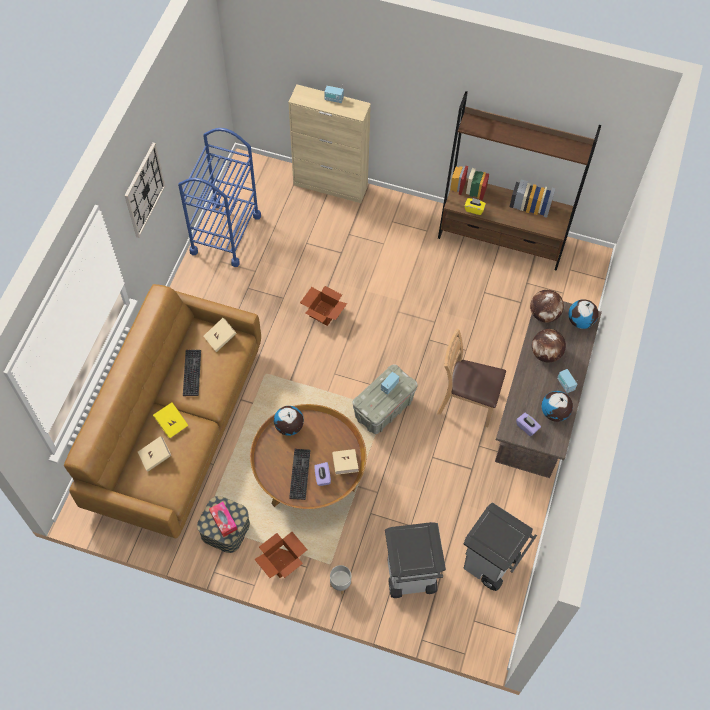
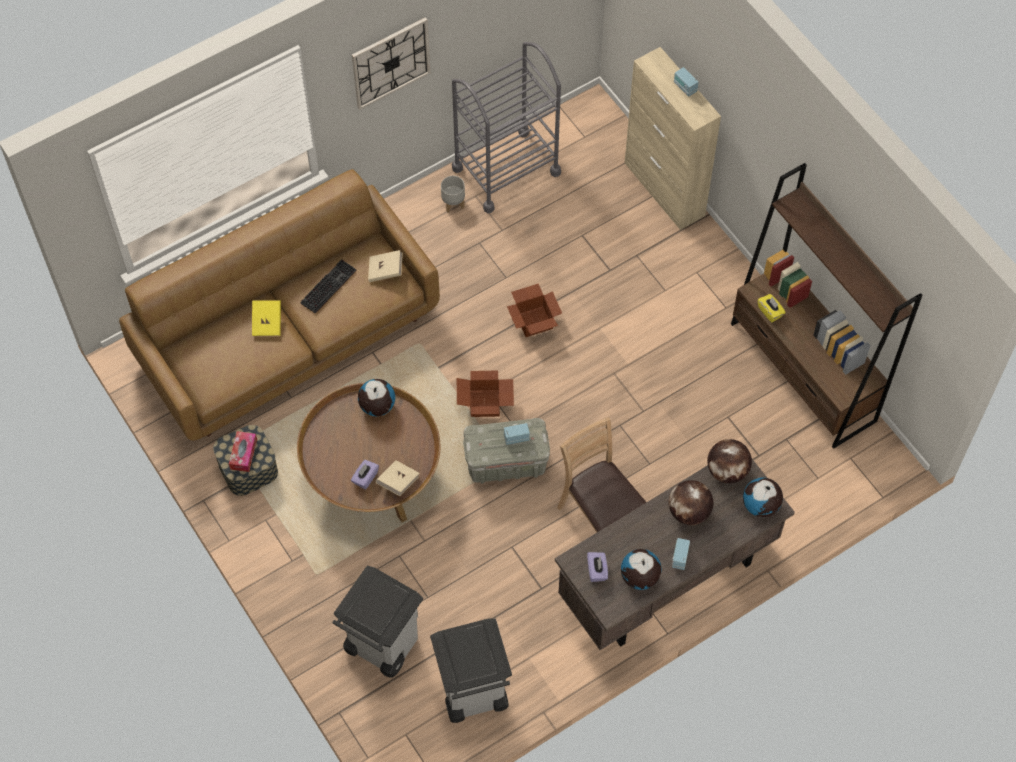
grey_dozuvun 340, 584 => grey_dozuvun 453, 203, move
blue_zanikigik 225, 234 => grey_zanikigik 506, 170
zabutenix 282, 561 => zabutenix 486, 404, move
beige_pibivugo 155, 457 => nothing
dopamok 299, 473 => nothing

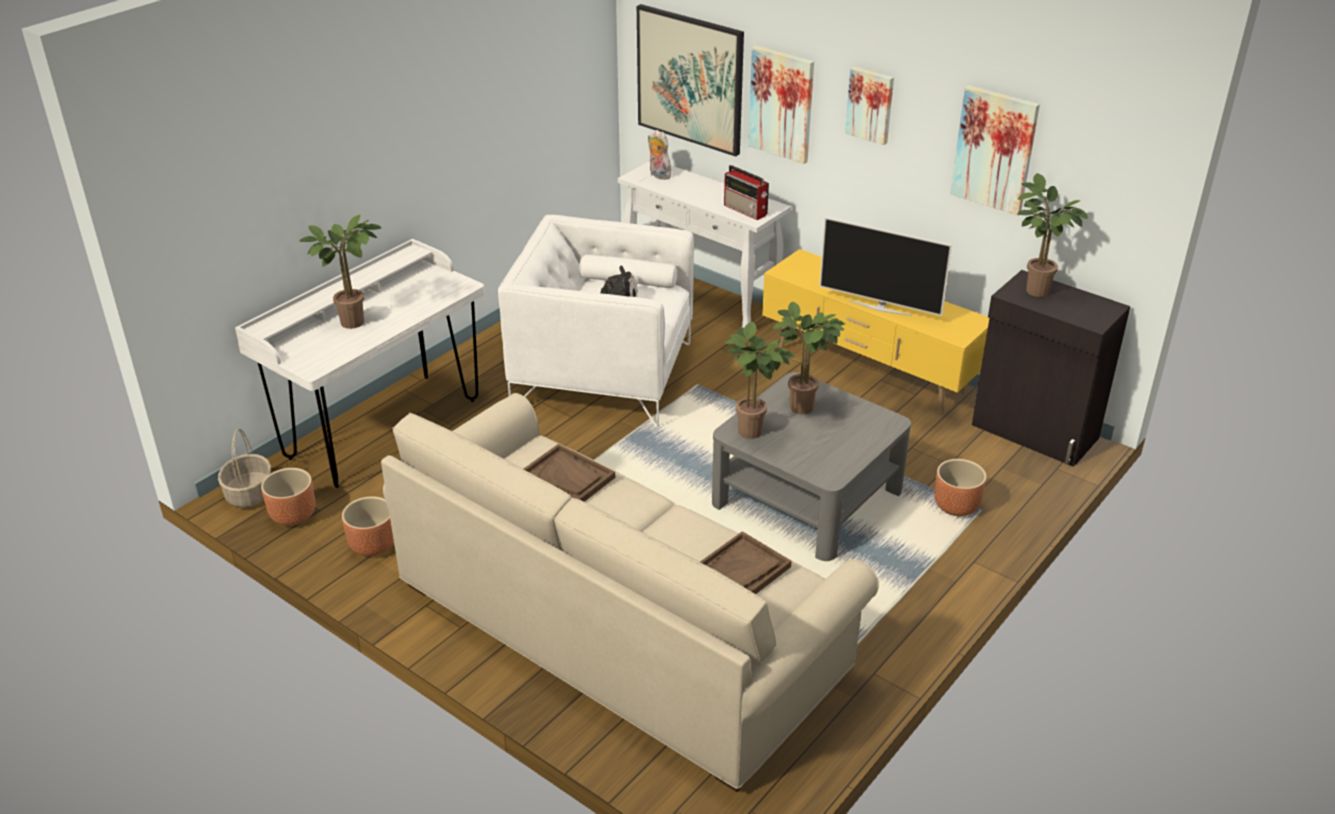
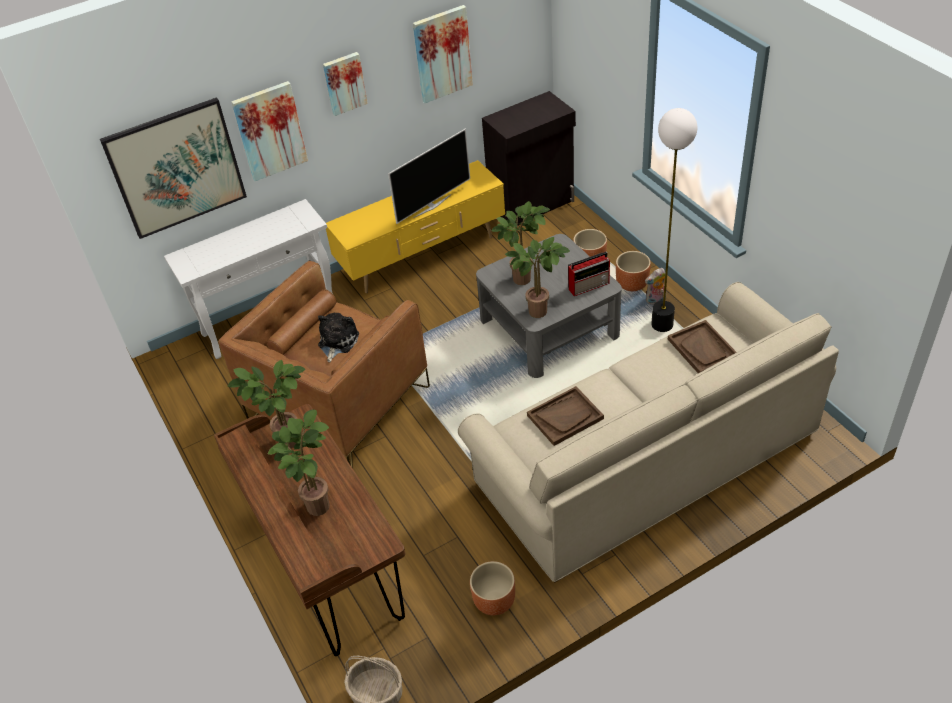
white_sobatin 383, 428 => brown_sobatin 330, 572
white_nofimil 602, 375 => brown_nofimil 339, 404
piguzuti 1033, 290 => piguzuti 286, 443, move
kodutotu 746, 210 => kodutotu 589, 285, move
brown_dozuvun 293, 516 => brown_dozuvun 632, 284, move
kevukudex 658, 175 => kevukudex 655, 301, move
nothing => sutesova 662, 325

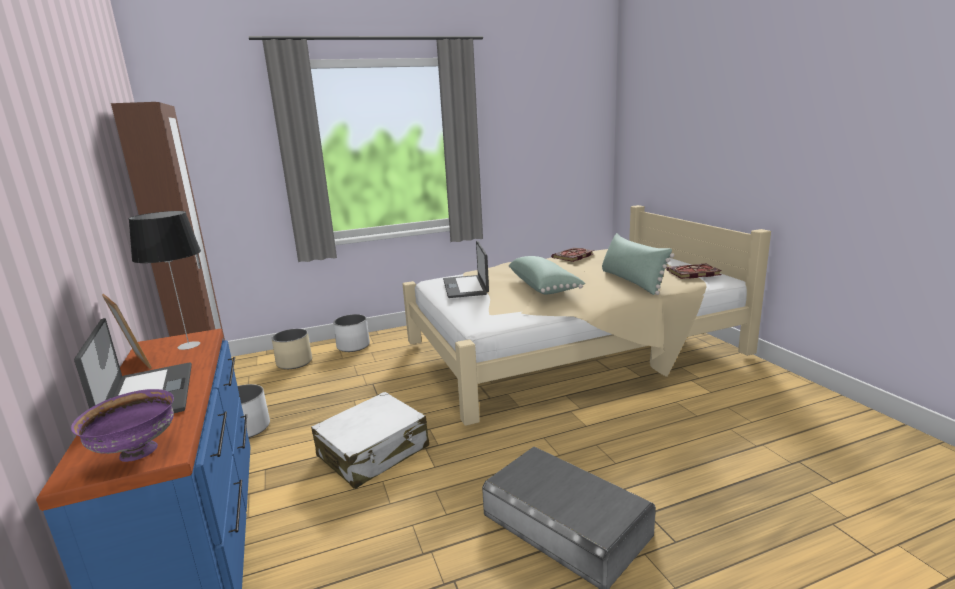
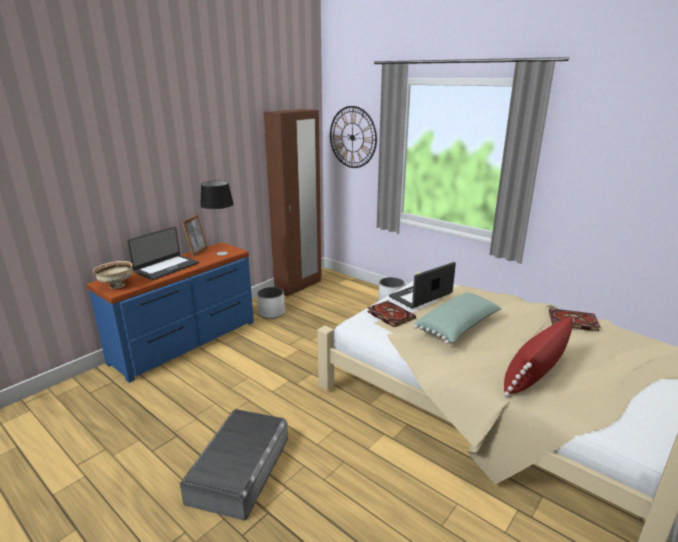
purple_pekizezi 136, 453 => beige_pekizezi 116, 286
nothing => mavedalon 352, 137
pibivugo 692, 273 => pibivugo 389, 315, move
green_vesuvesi 631, 281 => red_vesuvesi 534, 373
beige_dozuvun 294, 362 => nothing
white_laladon 373, 452 => nothing

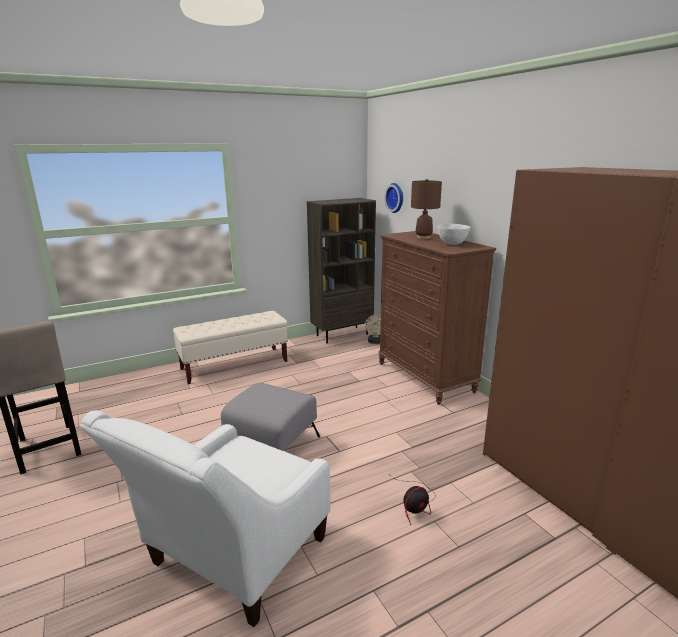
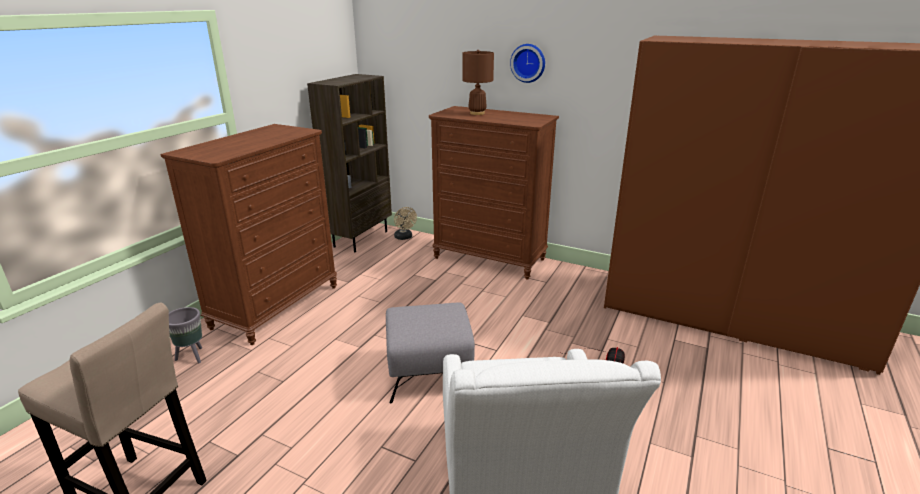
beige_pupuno 235, 365 => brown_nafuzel 276, 306
nothing => grey_dozuvun 192, 357
mavedalon 396, 197 => mavedalon 528, 63, move
white_pekizezi 452, 244 => nothing

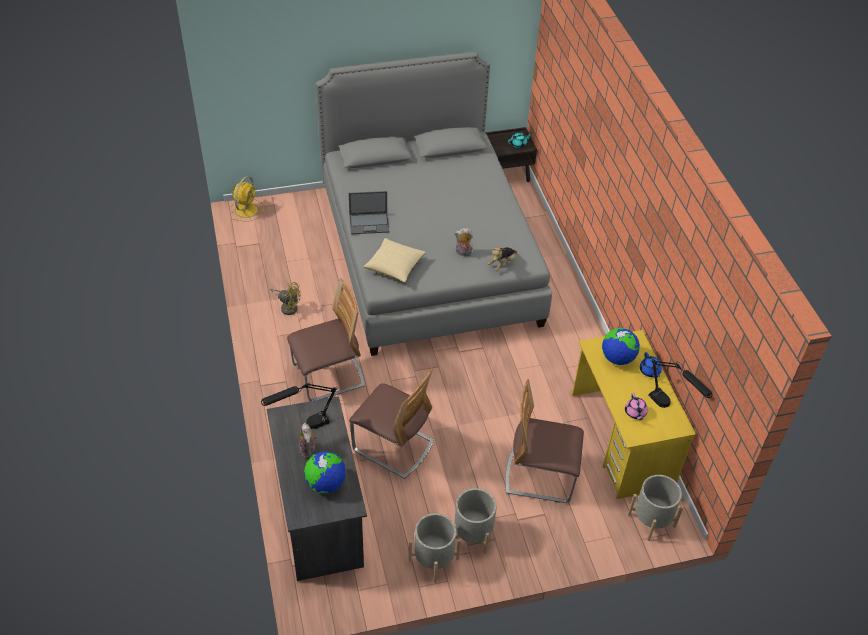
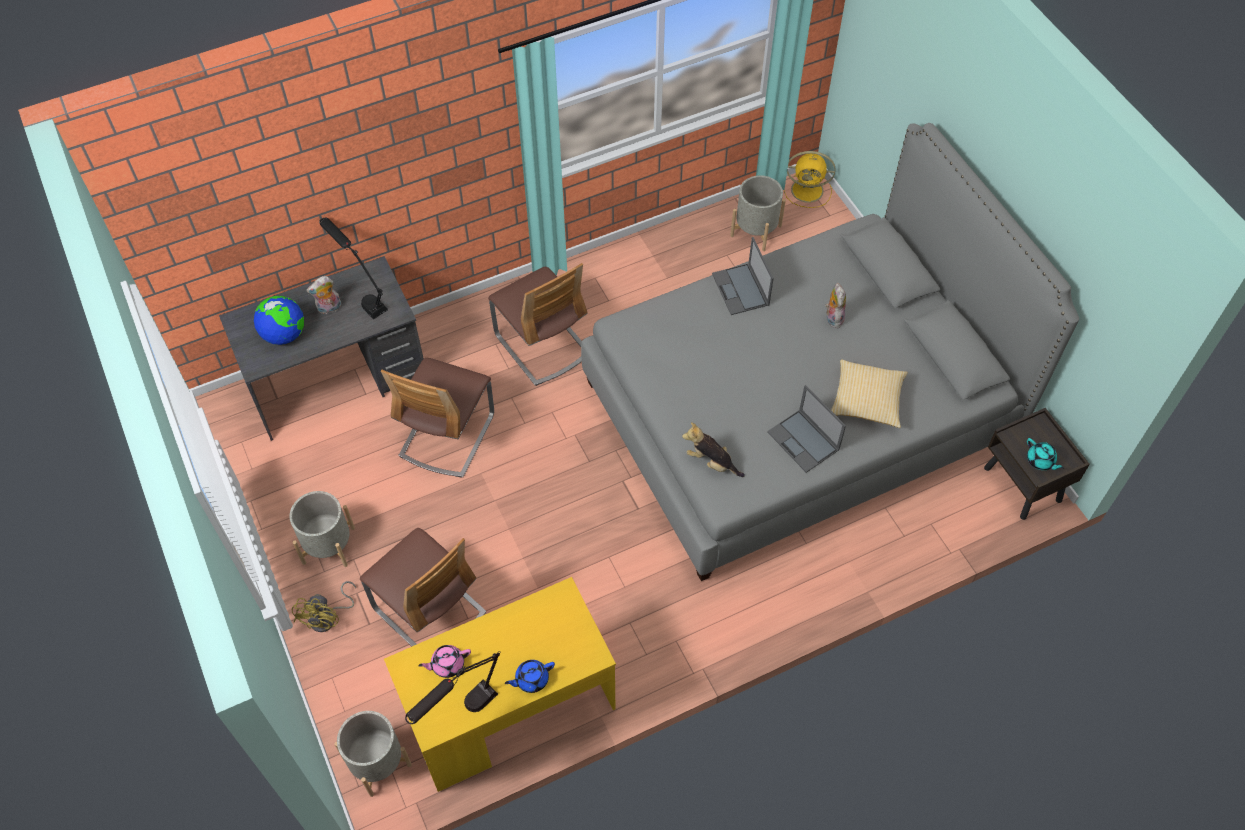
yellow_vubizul 288, 306 => yellow_vubizul 328, 618, move
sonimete 540, 475 => sonimete 429, 611, 135 degrees clockwise
grey_dozuvun 433, 559 => grey_dozuvun 756, 231, move
nothing => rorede 804, 441
kevukudex 463, 253 => kevukudex 832, 318, move
vesuvesi 394, 266 => vesuvesi 866, 401, move
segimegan 617, 358 => nothing

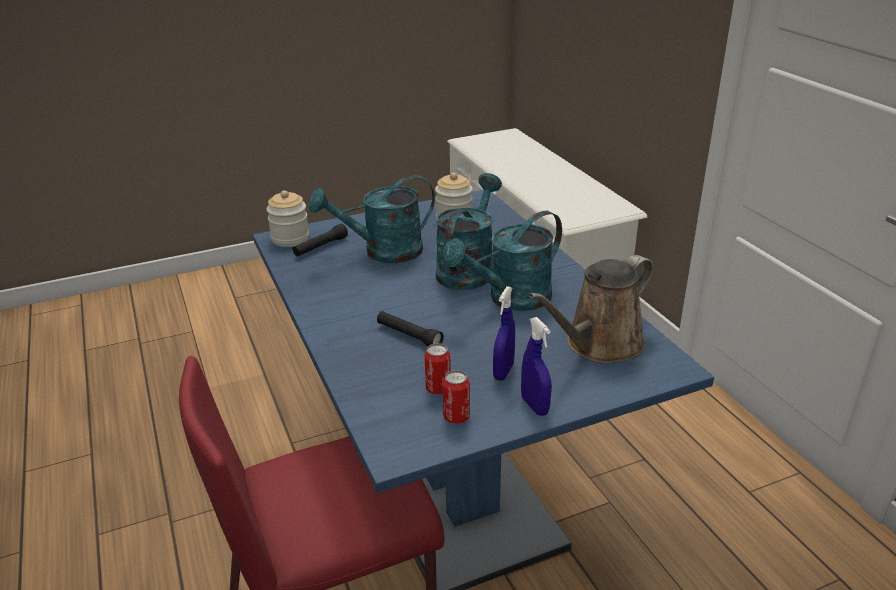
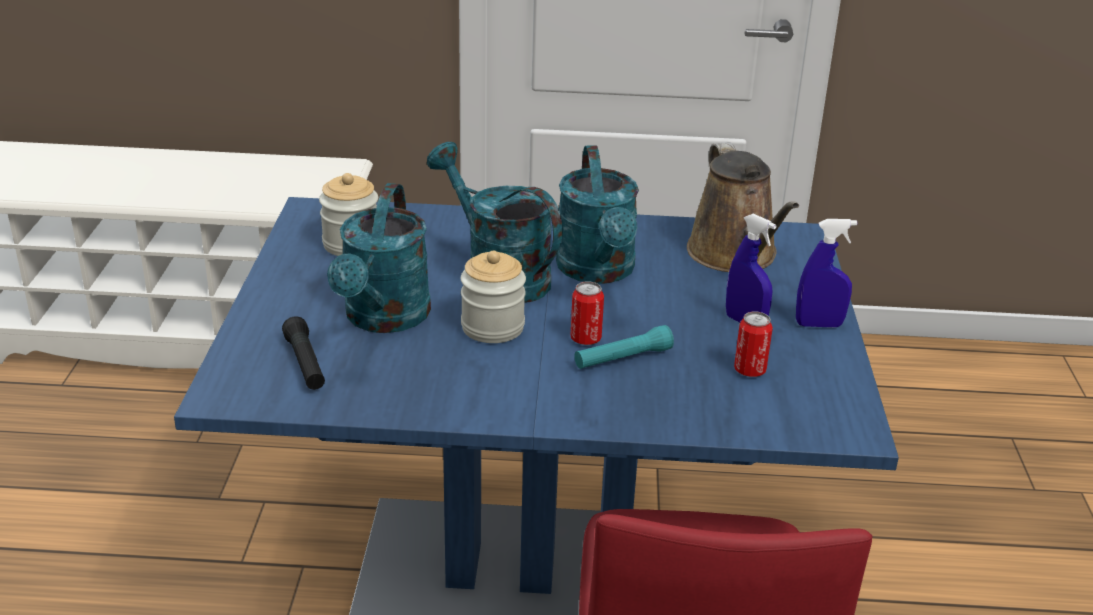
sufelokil 290, 238 => sufelokil 492, 327, move
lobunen 456, 417 => lobunen 585, 339, move
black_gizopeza 409, 336 => turquoise_gizopeza 622, 358

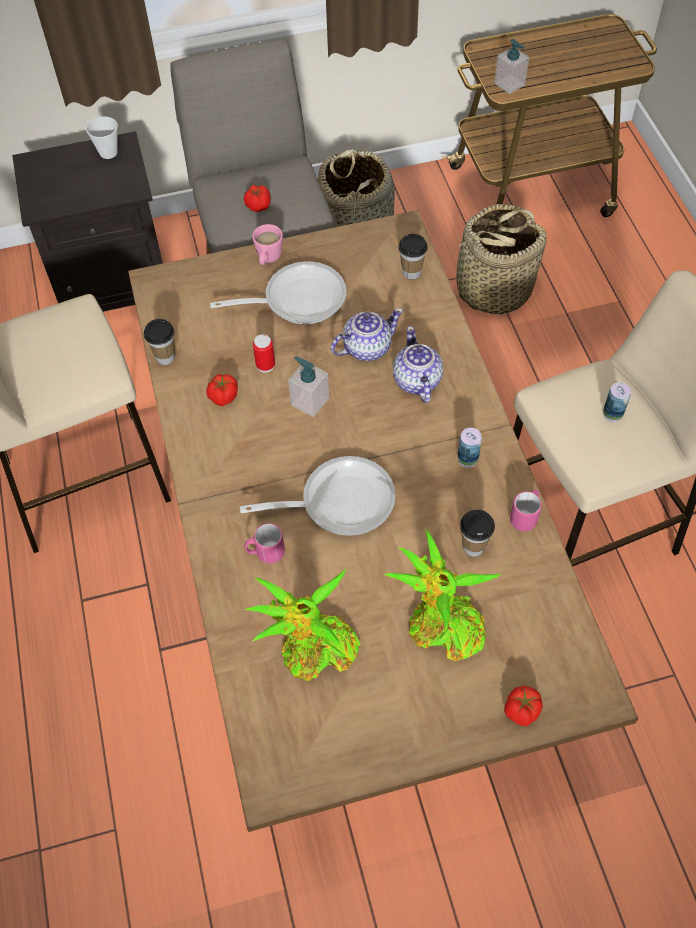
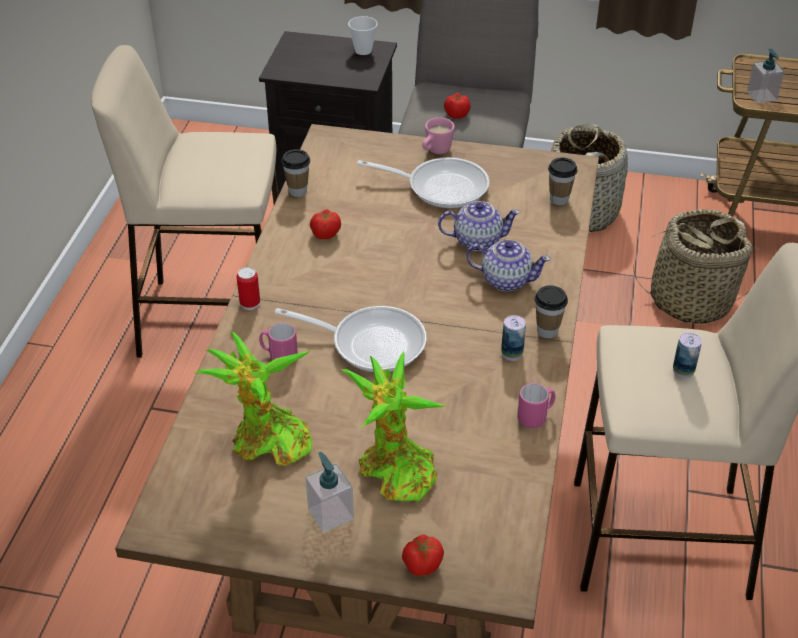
lobunen 265, 365 => lobunen 250, 303, move
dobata 309, 401 => dobata 330, 514, move
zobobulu 416, 381 => zobobulu 505, 280, 90 degrees clockwise
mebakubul 473, 547 => mebakubul 547, 331, move

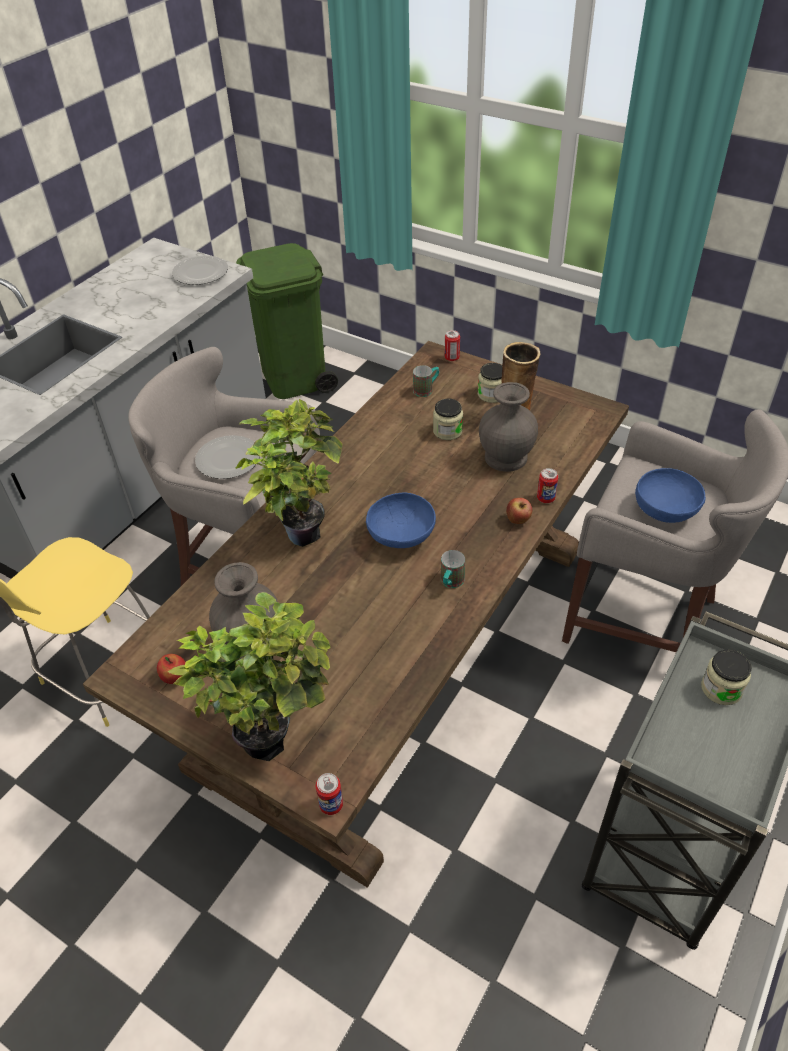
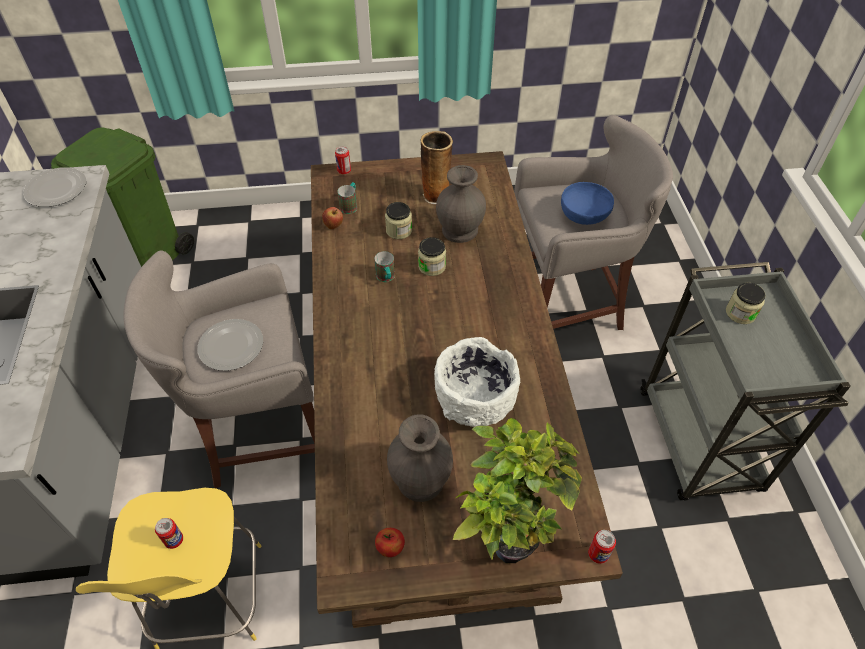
lobunen 545, 498 => lobunen 174, 540, move
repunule 518, 520 => repunule 334, 226, move
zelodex 450, 583 => zelodex 386, 278, move
sufelokil 491, 394 => sufelokil 432, 266, move
nothing => white_pekizezi 474, 399
piguzuti 299, 529 => nothing
blue_pekizezi 401, 537 => nothing

